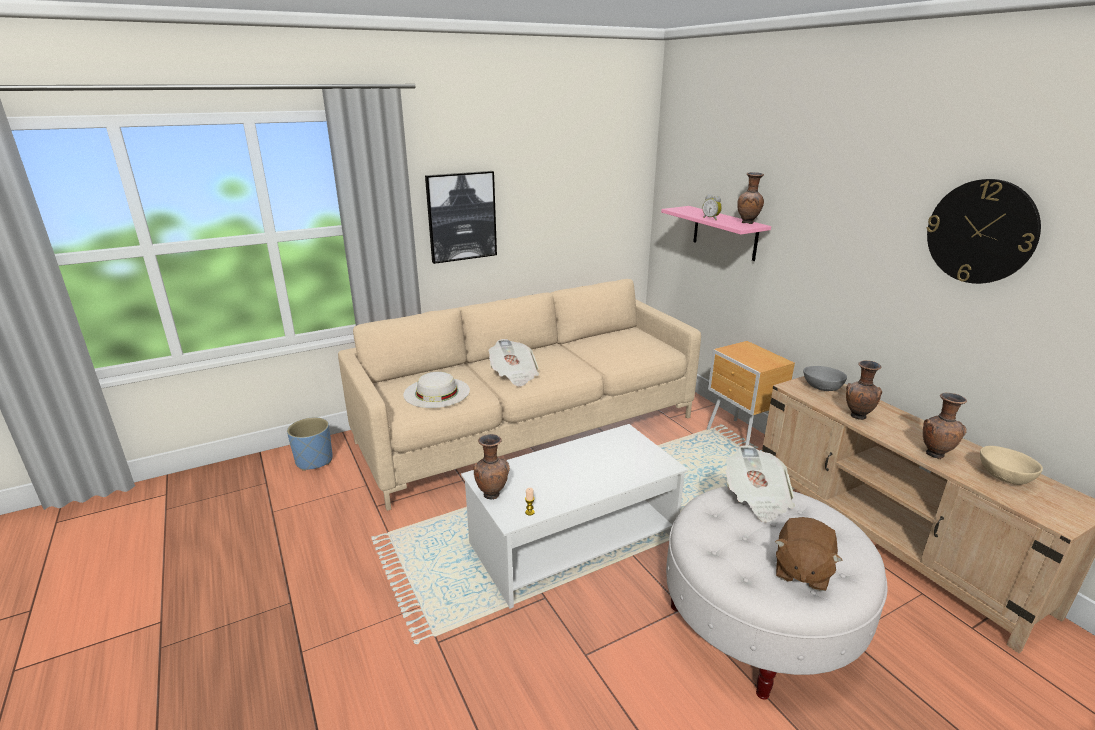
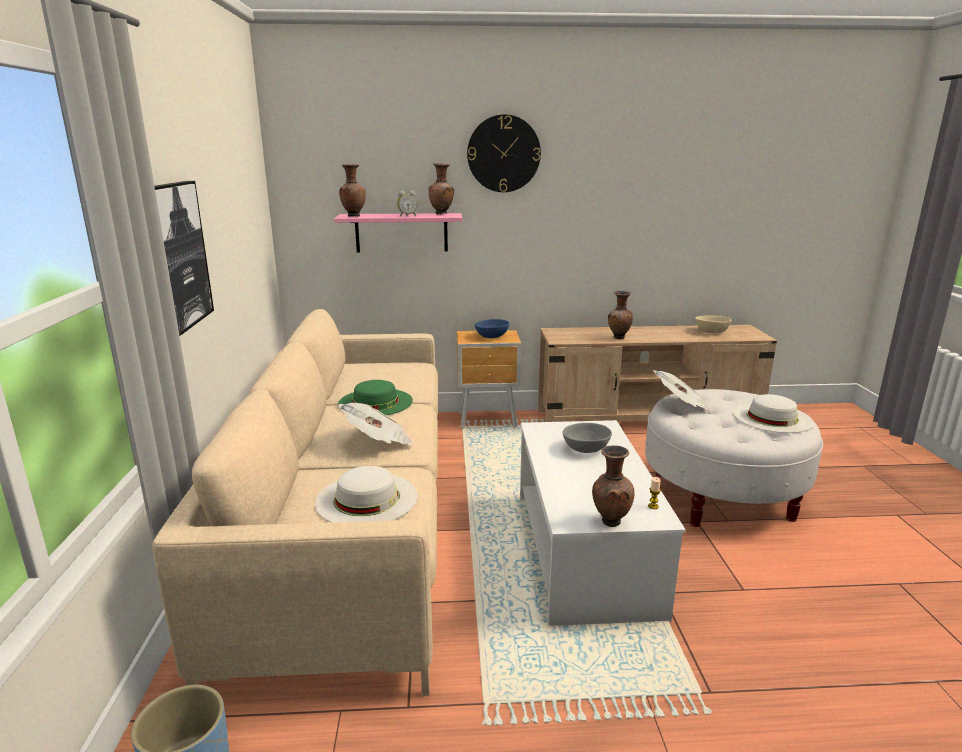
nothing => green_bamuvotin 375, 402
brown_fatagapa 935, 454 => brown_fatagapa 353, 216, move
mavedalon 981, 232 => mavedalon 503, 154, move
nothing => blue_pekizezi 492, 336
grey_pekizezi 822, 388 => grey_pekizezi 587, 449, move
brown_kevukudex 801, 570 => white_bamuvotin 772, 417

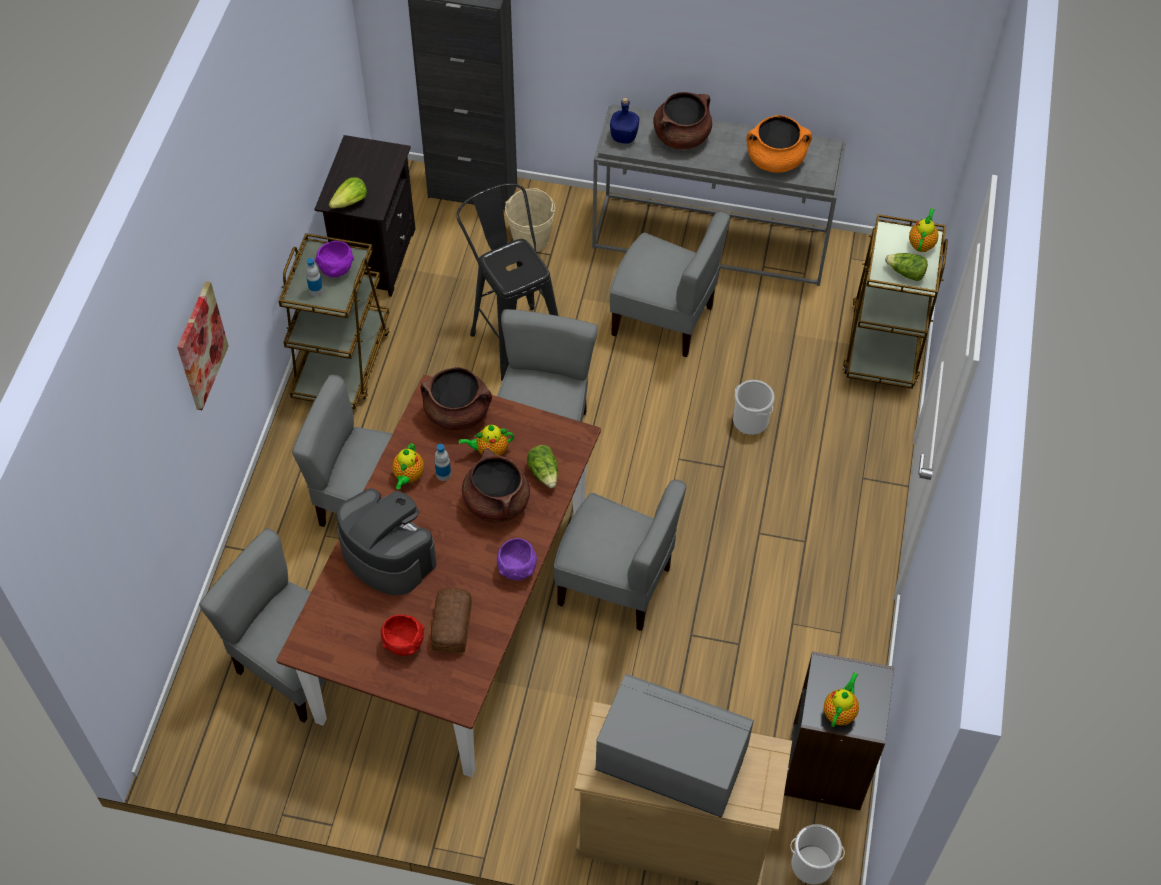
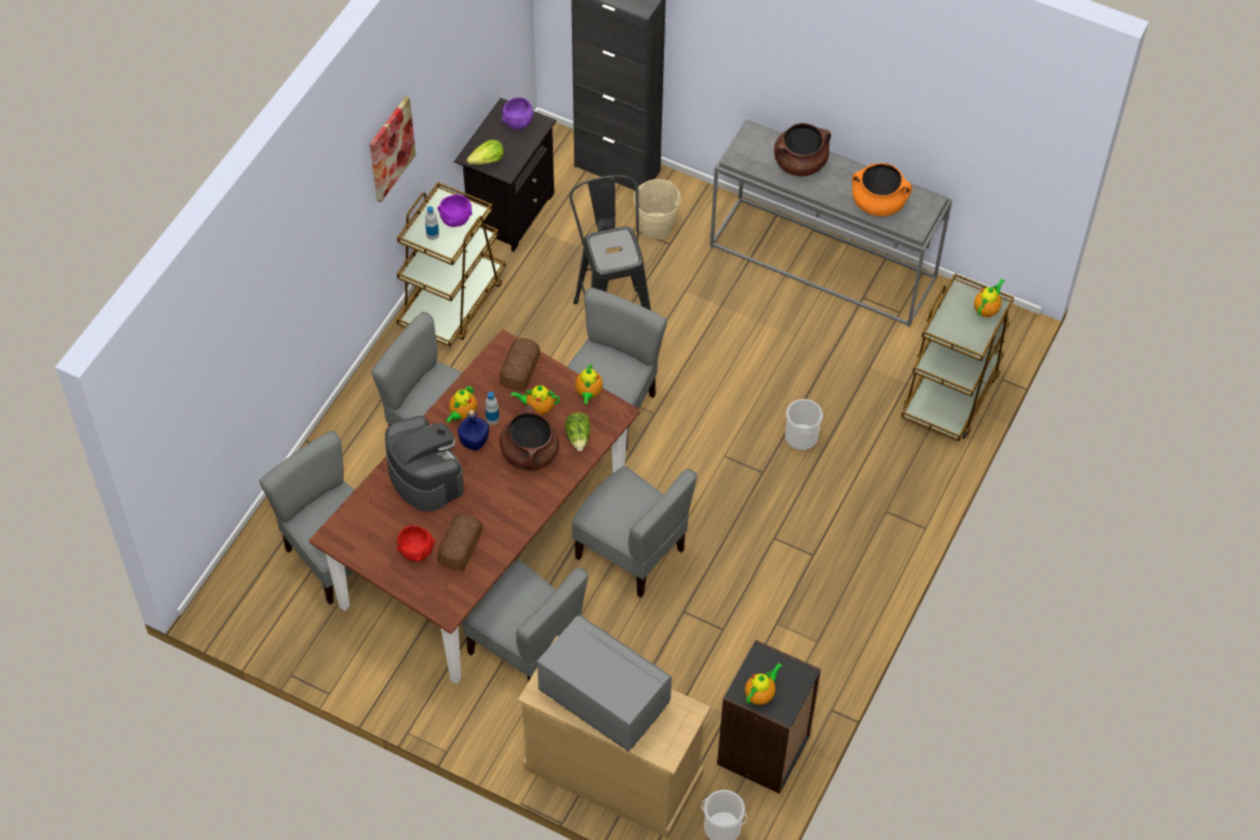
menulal 201, 346 => menulal 391, 148, move
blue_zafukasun 624, 136 => blue_zafukasun 474, 441, move
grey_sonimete 663, 319 => grey_sonimete 526, 648, move
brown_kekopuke 458, 413 => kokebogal 521, 369
purple_pekizezi 517, 568 => purple_pekizezi 518, 122, move
nothing => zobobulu 588, 393
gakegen 906, 273 => nothing

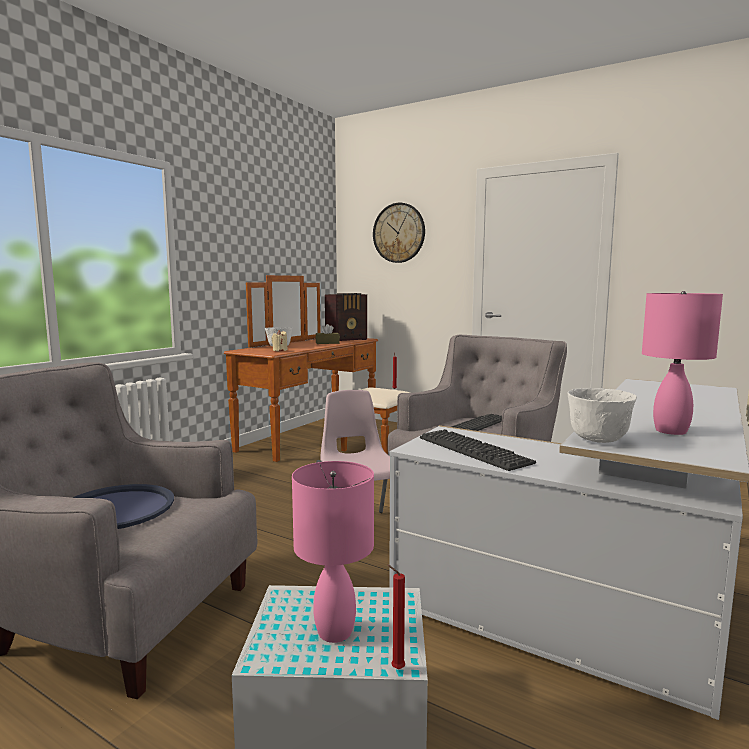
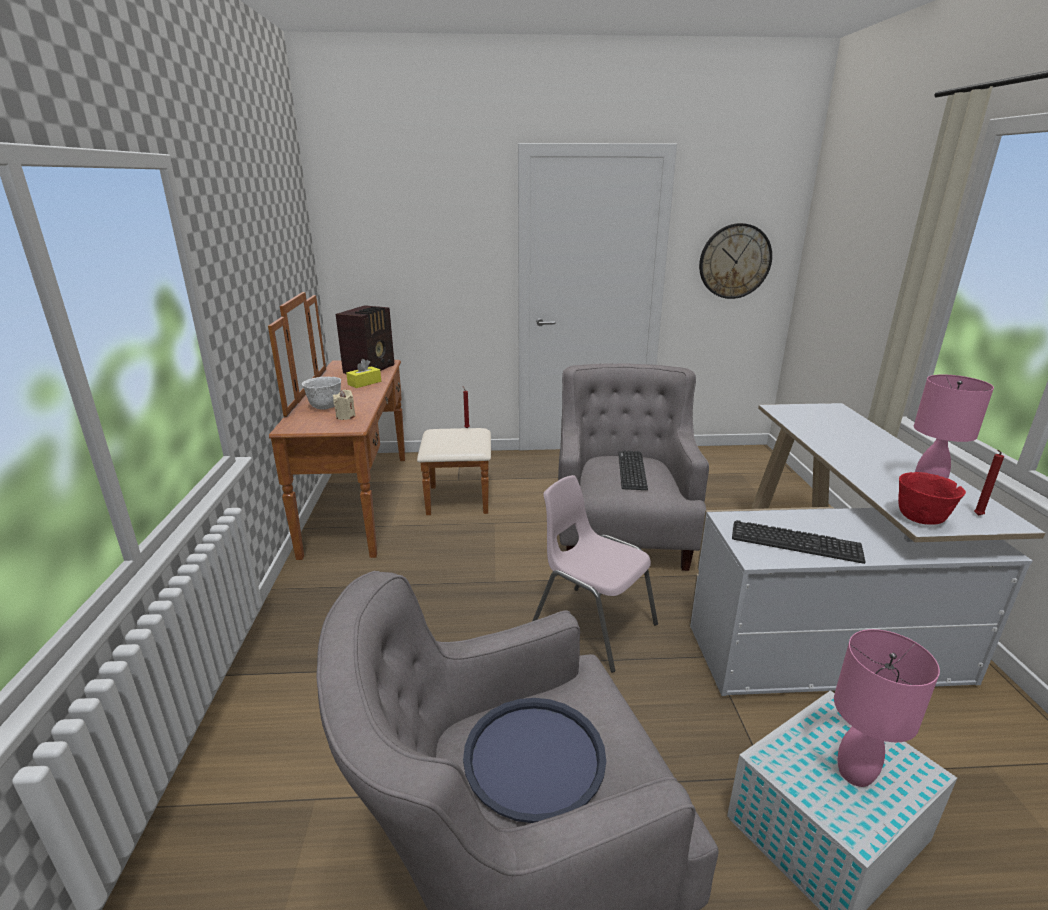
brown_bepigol 327, 343 => yellow_bepigol 364, 383
mavedalon 399, 233 => mavedalon 734, 261, move
white_pekizezi 599, 440 => red_pekizezi 921, 519
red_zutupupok 395, 668 => red_zutupupok 977, 515, move

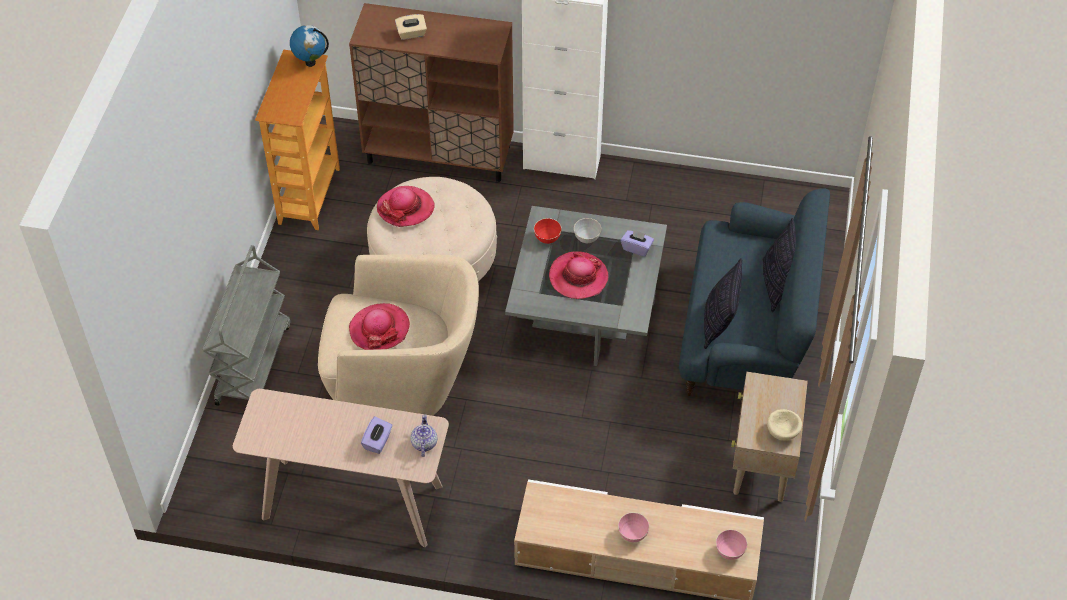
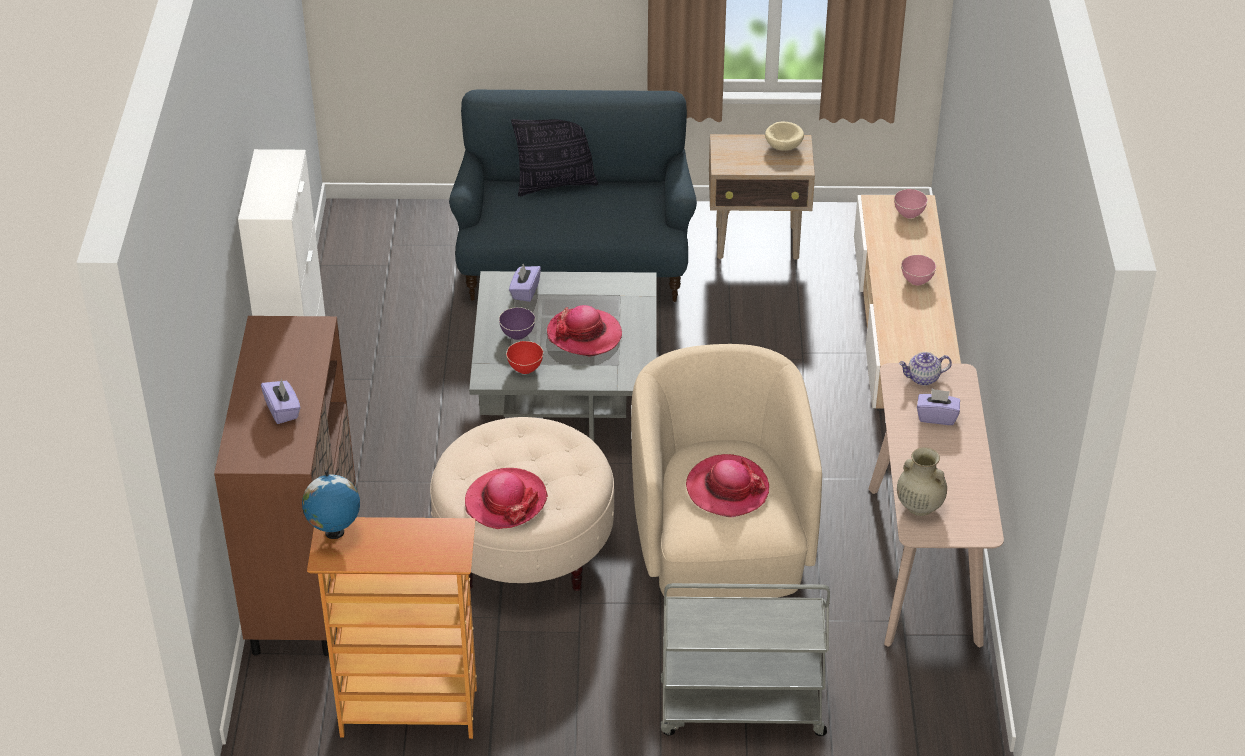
beige_bepigol 411, 34 => purple_bepigol 282, 410
grey_pekizezi 587, 238 => purple_pekizezi 517, 334
nothing => beige_fatagapa 919, 506
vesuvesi 719, 323 => nothing

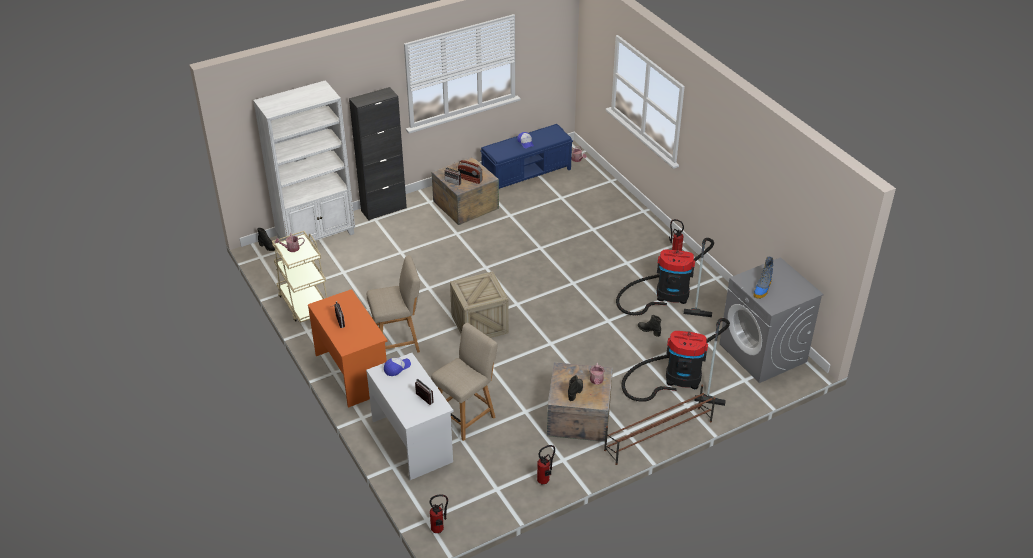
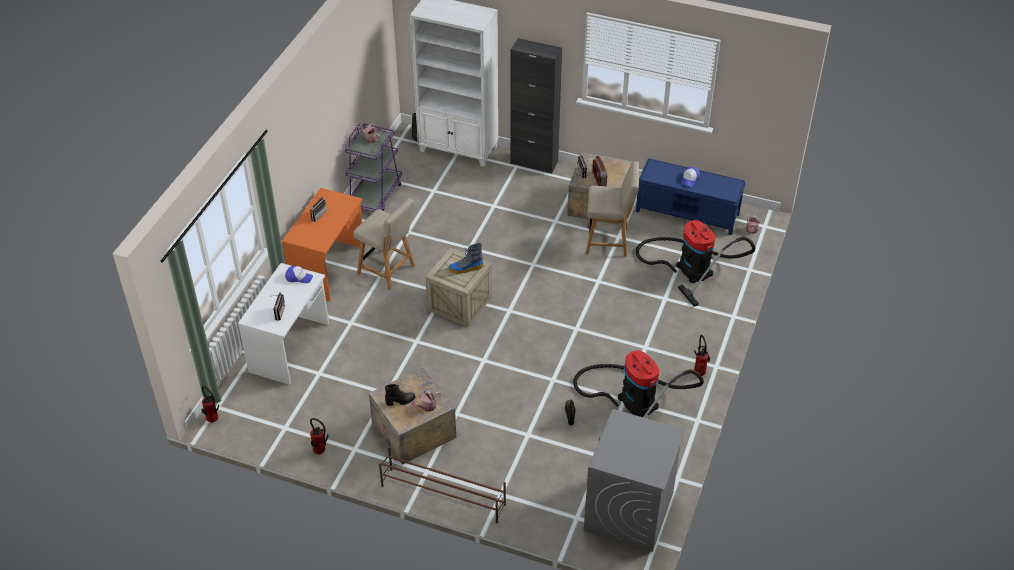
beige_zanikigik 304, 304 => purple_zanikigik 375, 195
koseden 762, 289 => koseden 466, 268, move
beige_sonimete 466, 415 => beige_sonimete 609, 241, move
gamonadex 678, 378 => gamonadex 691, 267, move

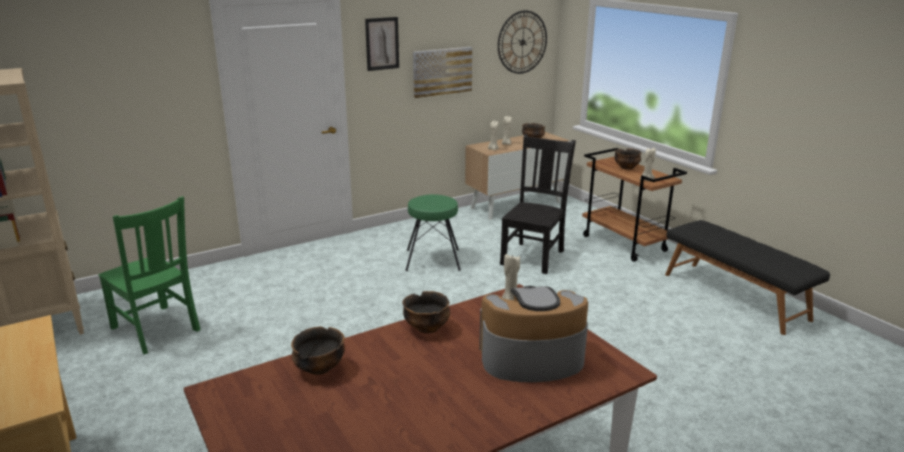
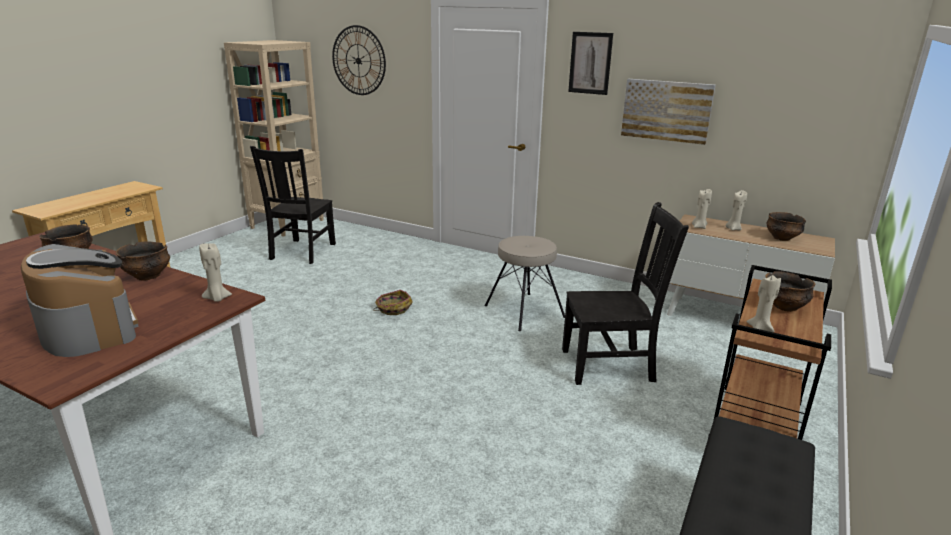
green_sonimete 156, 330 => black_sonimete 301, 252
mavedalon 522, 42 => mavedalon 358, 60, move
nothing => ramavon 393, 309
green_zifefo 433, 260 => beige_zifefo 523, 311

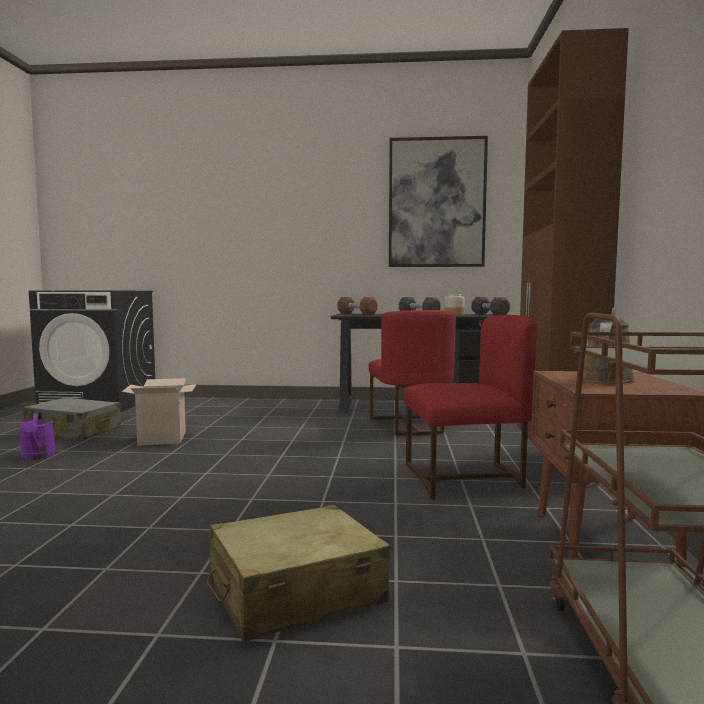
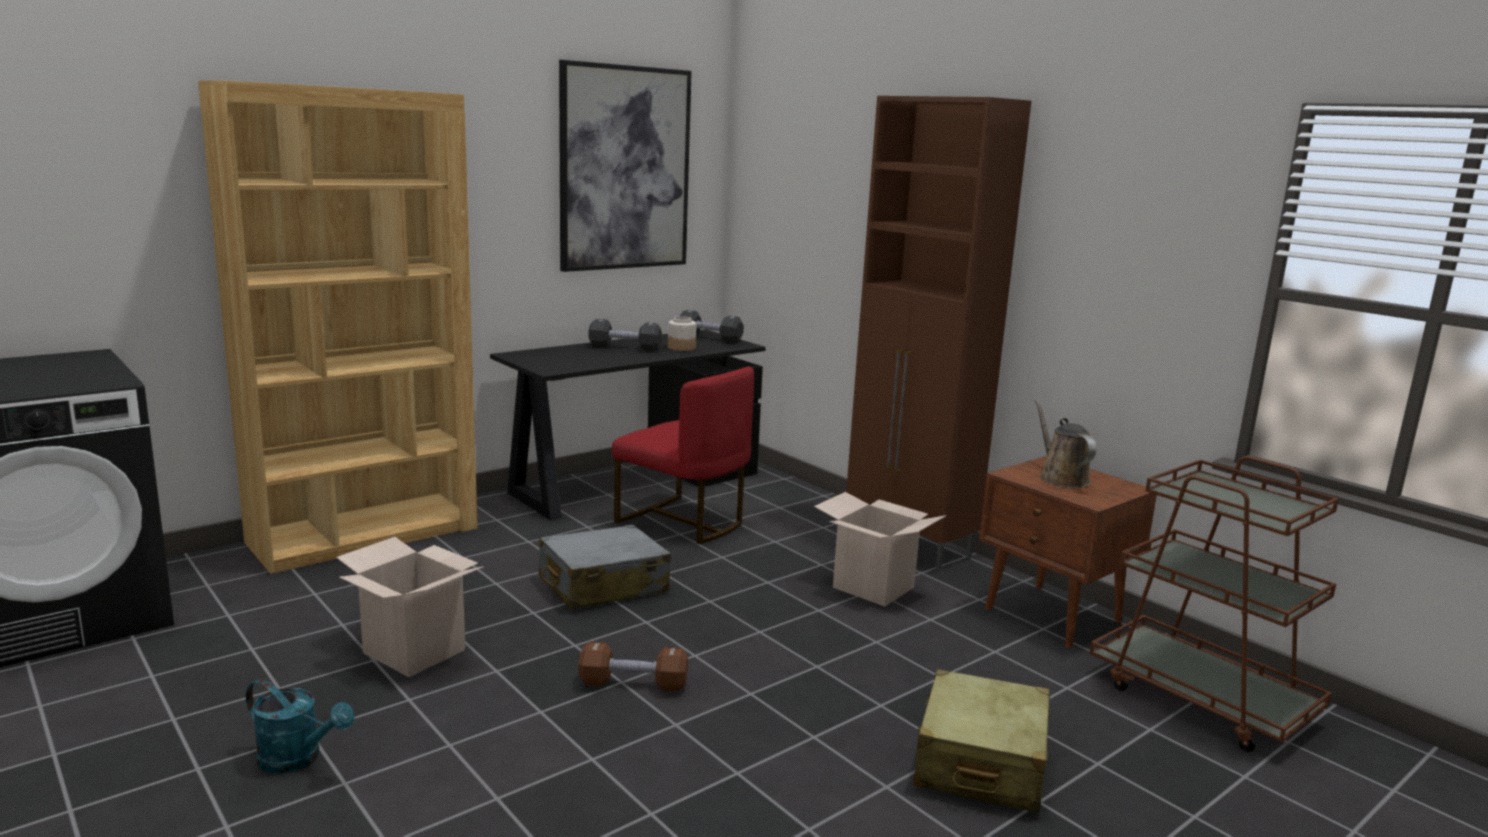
nothing => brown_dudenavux 365, 535
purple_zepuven 38, 456 => turquoise_zepuven 298, 759
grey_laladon 74, 432 => grey_laladon 602, 585, move
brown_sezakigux 357, 314 => brown_sezakigux 633, 683, move
red_sonimete 465, 478 => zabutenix 873, 587

